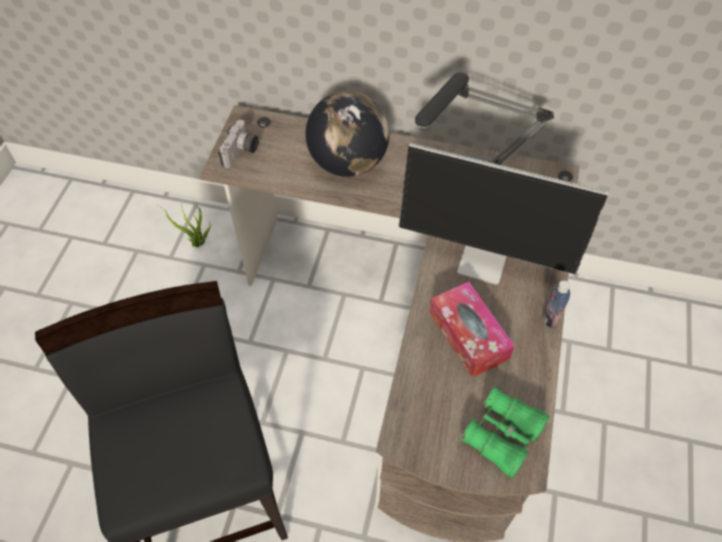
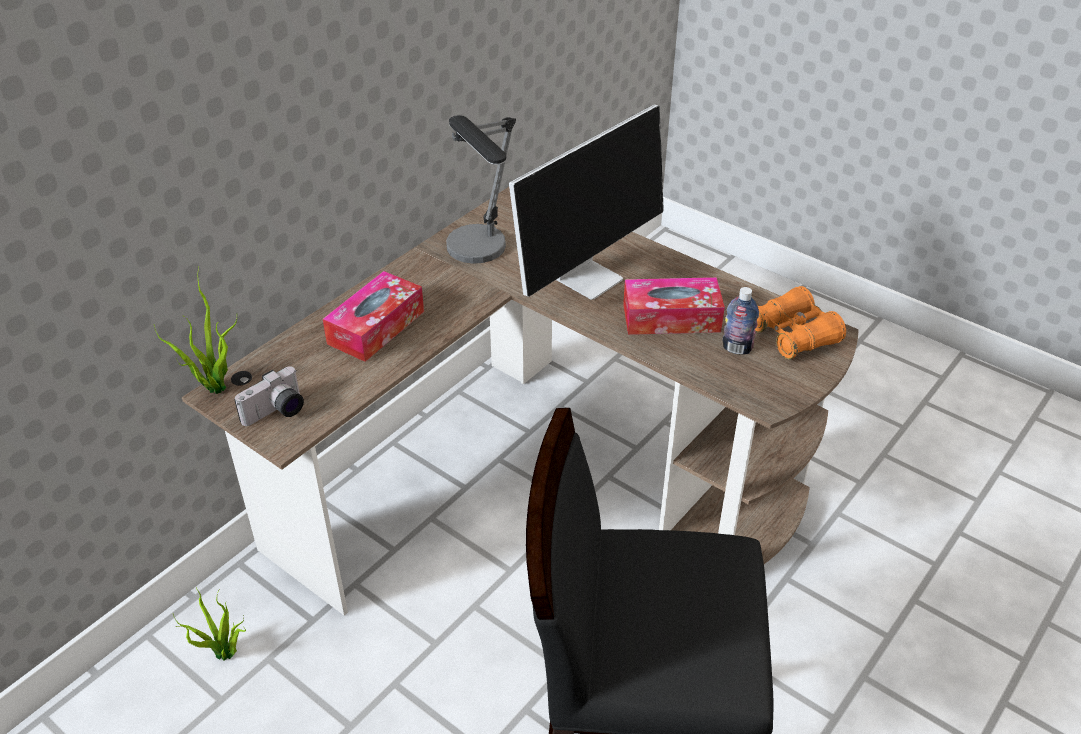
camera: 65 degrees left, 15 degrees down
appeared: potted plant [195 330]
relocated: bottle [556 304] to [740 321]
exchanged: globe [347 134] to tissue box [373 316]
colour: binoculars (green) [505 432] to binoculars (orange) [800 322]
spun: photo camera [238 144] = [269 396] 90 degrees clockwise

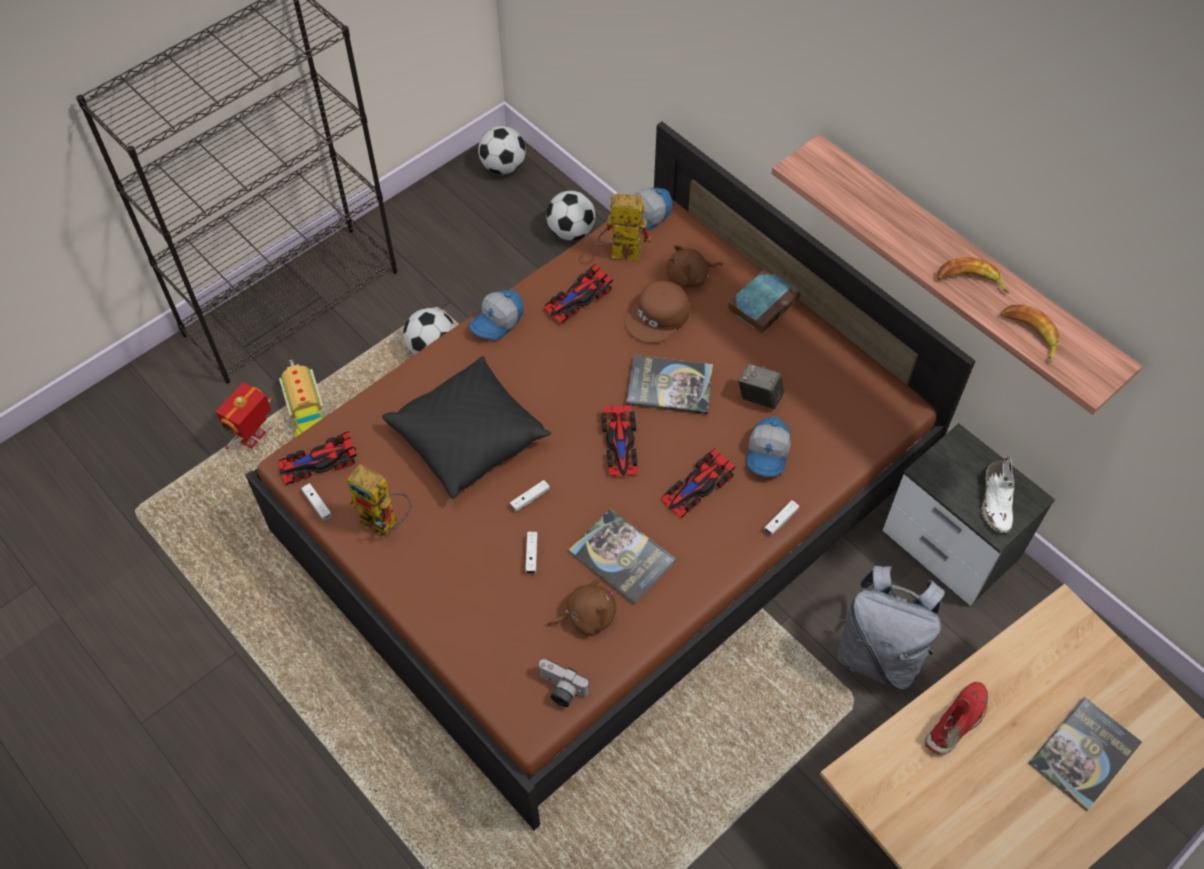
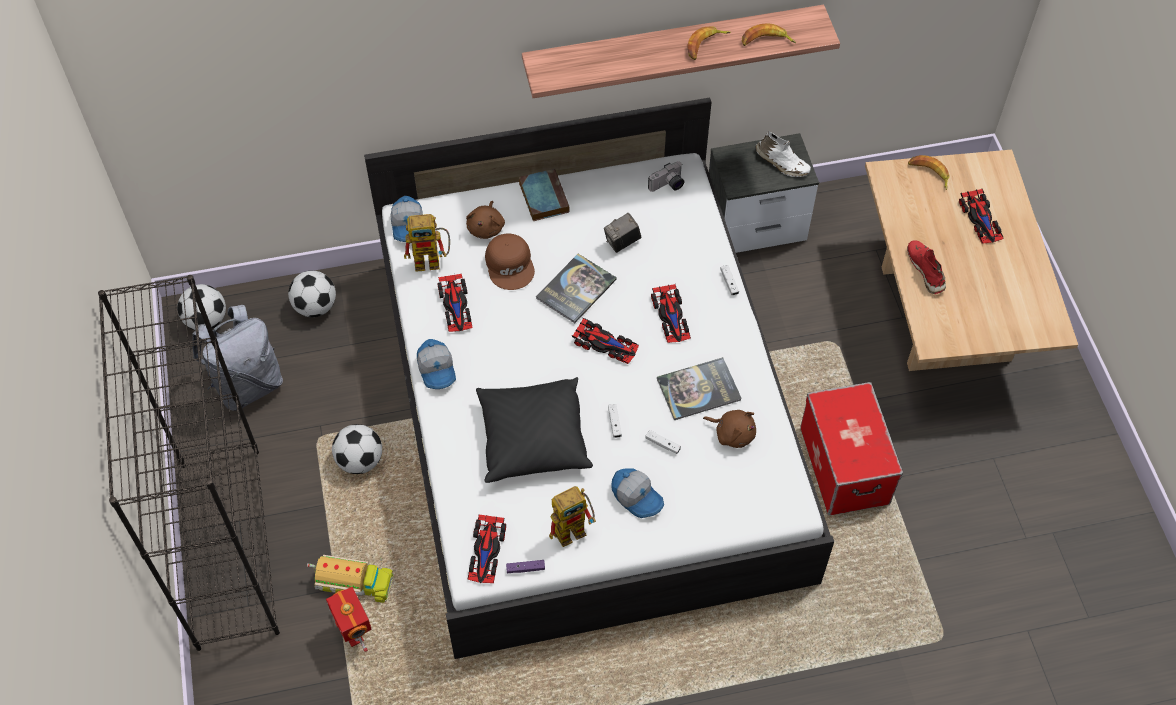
camera: 60 degrees left, 0 degrees up
appeared: storage box [851 449]; banana [929 172]
relocated: photo camera [564 683] to [666 176]; cap [768 447] to [637 493]; backpack (grey) [891 627] to [237 358]
exchanged: book [1085 754] to toy car [981 216]
colour: bed (brown) [610 475] to bed (white) [599 378]; game controller (white) [316 502] to game controller (purple) [525 567]
spun: plush toy (brown) [582 607] = [729 429] 105 degrees clockwise; toy robot [623 227] = [427 243] 135 degrees counterclockwise

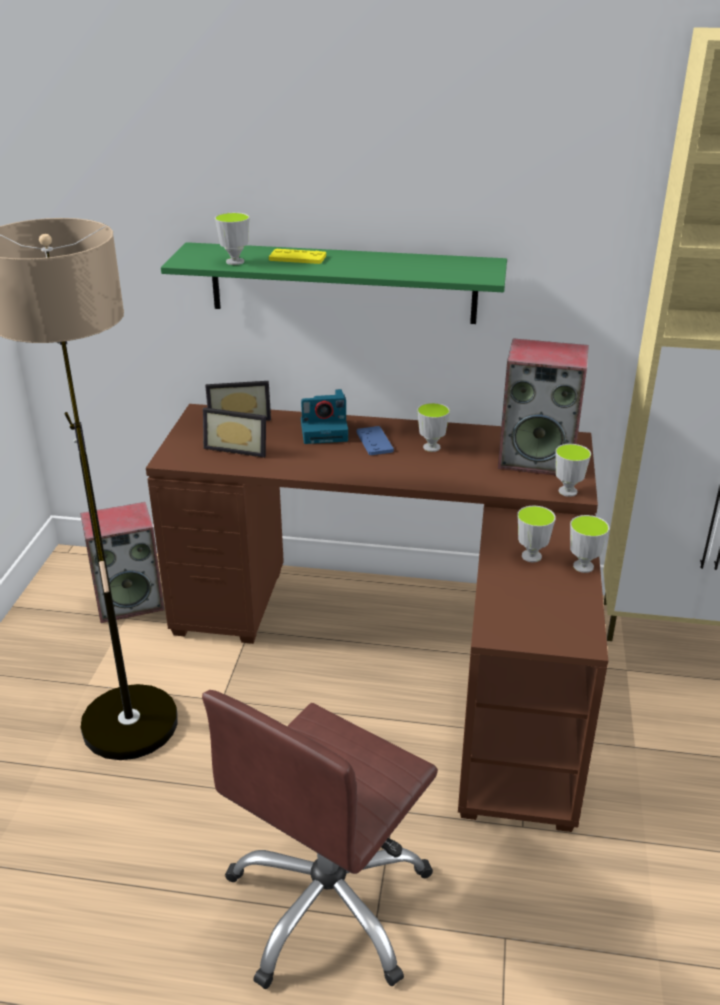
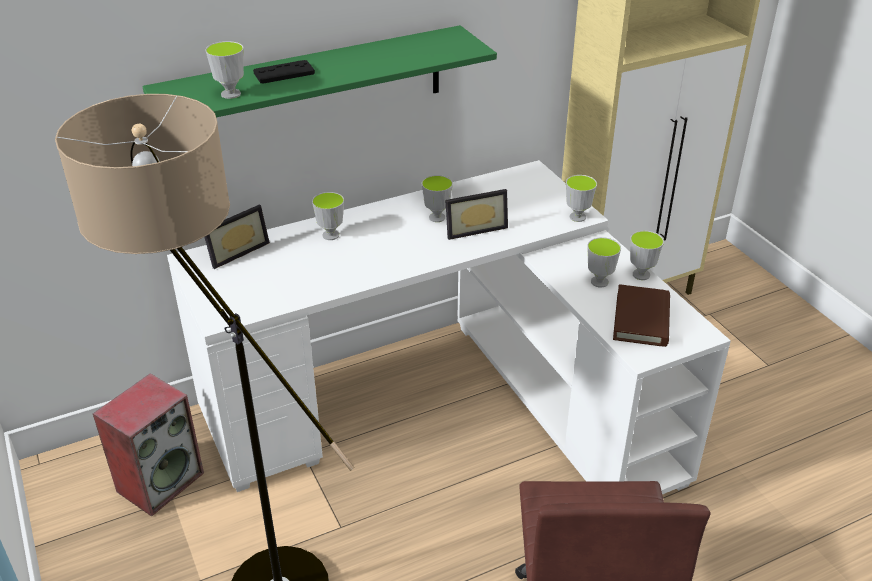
camera: 35 degrees left, 5 degrees up
missing: game controller (blue) [375 440]; speaker [543 406]
appeared: book (brown) [641 315]
relocated: picture frame [234 432] to [476 214]
exchanged: photo camera [324 416] to cup [328 216]
colour: desk (brown) [377 618] to desk (white) [449 327]; game controller (yellow) [297 256] to game controller (black) [284 72]

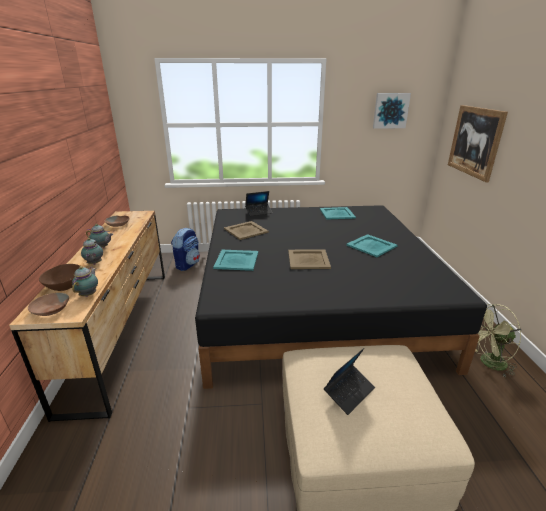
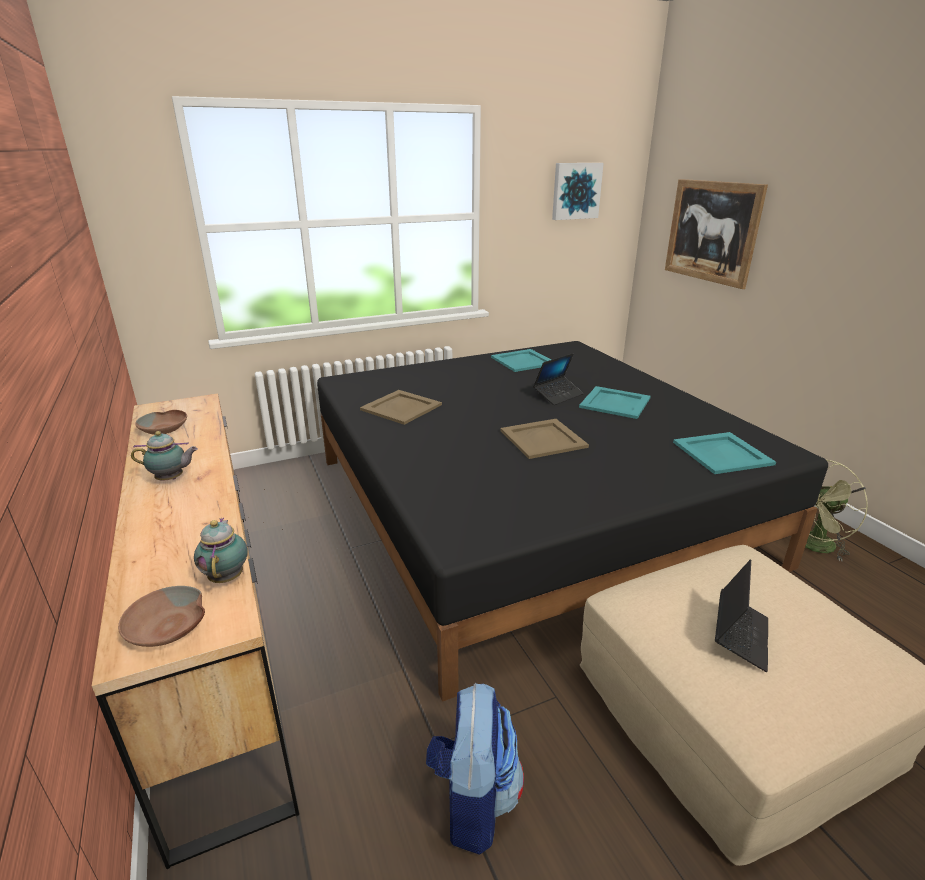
camera: 20 degrees left, 0 degrees up
missing: bowl (brown) [59 277]; teapot [92 251]
relocated: backpack [185 249] to [475 769]; tray (turquoise) [235 260] to [724 453]; laptop [258 203] to [558 379]

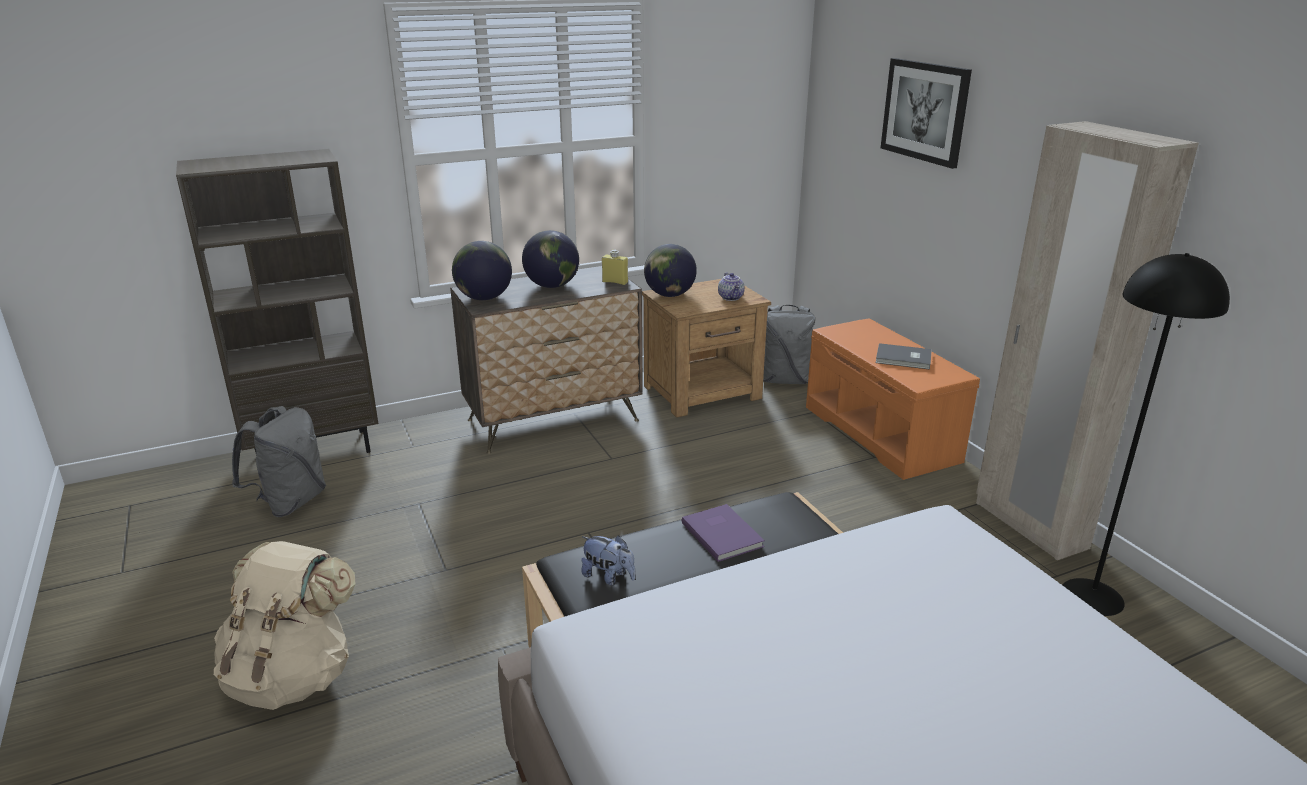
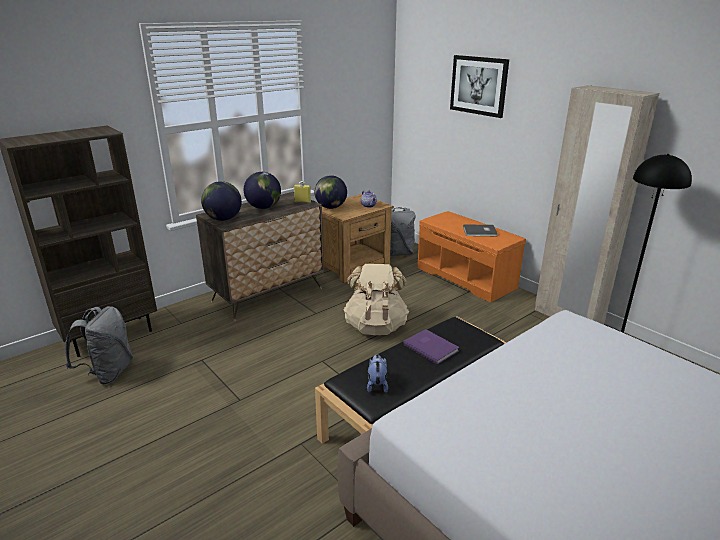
camera: 15 degrees left, 0 degrees up
relocated: backpack (beige) [285 625] to [376 299]
spun: plush toy [608 560] = [377 373] 105 degrees counterclockwise

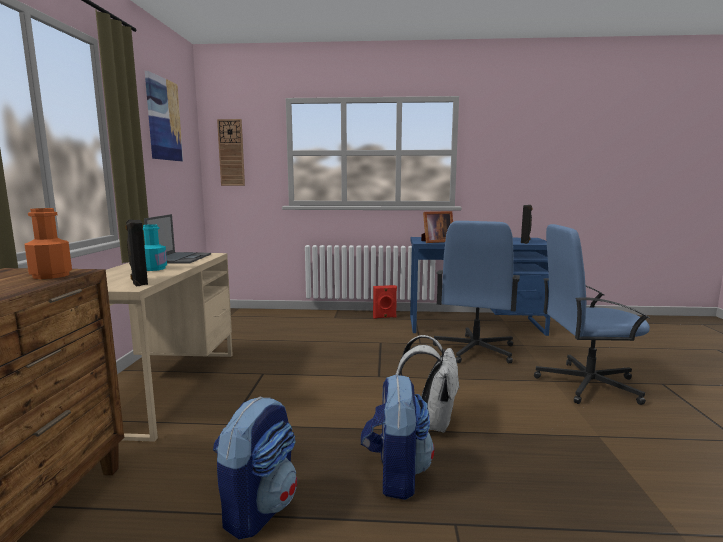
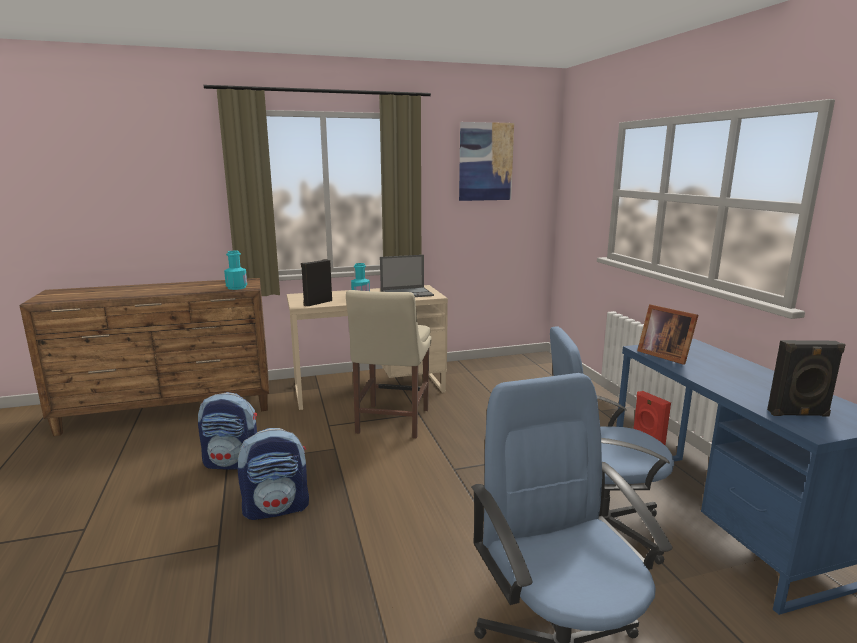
camera: 70 degrees right, 5 degrees up
missing: wall clock [231 152]; backpack (white) [428 384]
appeared: chair (beige) [389 364]
colour: bottle (orange) [48 243] to bottle (turquoise) [235 270]

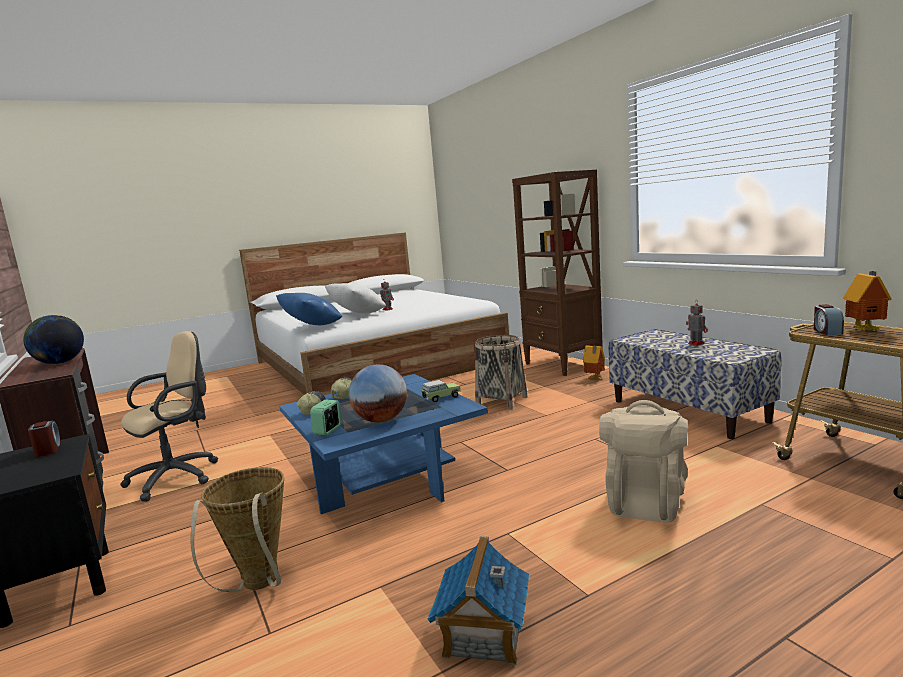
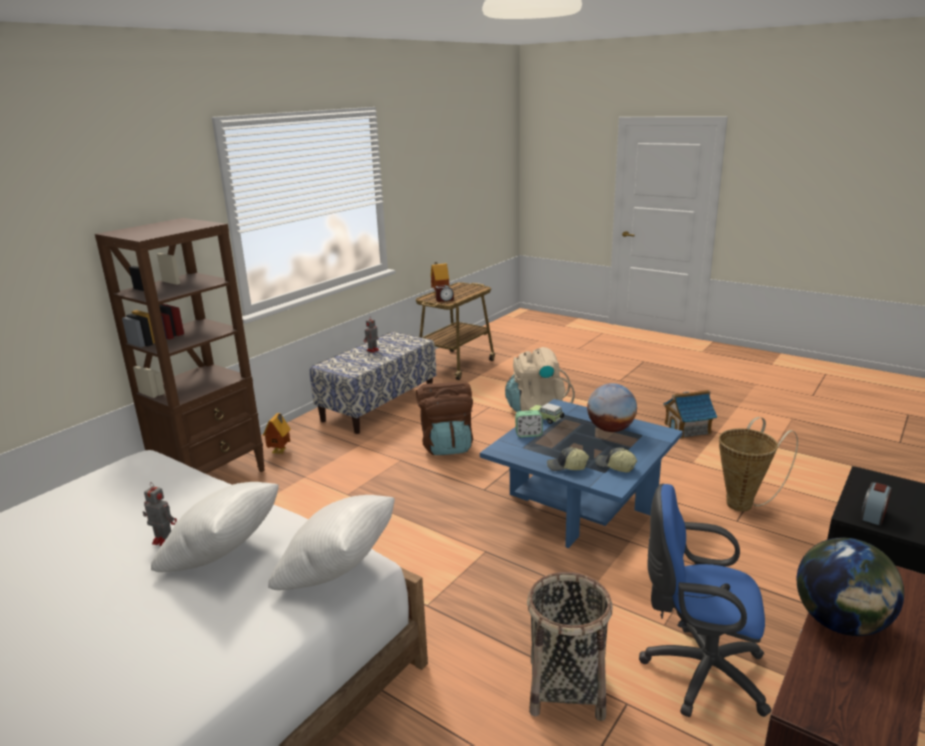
camera: 115 degrees left, 10 degrees up
appeared: backpack (brown) [444 418]
relocated: alarm clock [326 418] to [529 423]; basket [501 372] to [570 646]
colour: office chair (beige) [169 416] to office chair (blue) [705 600]; pillow (blue) [309 309] to pillow (white) [331 542]

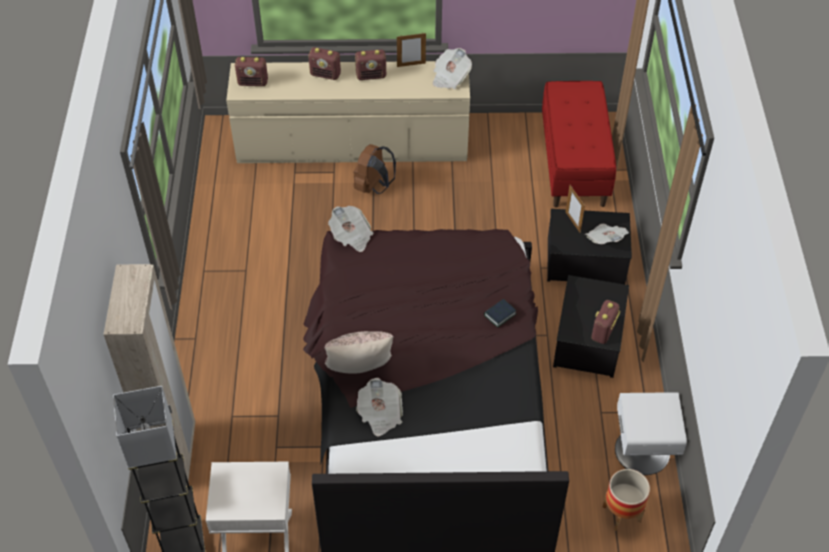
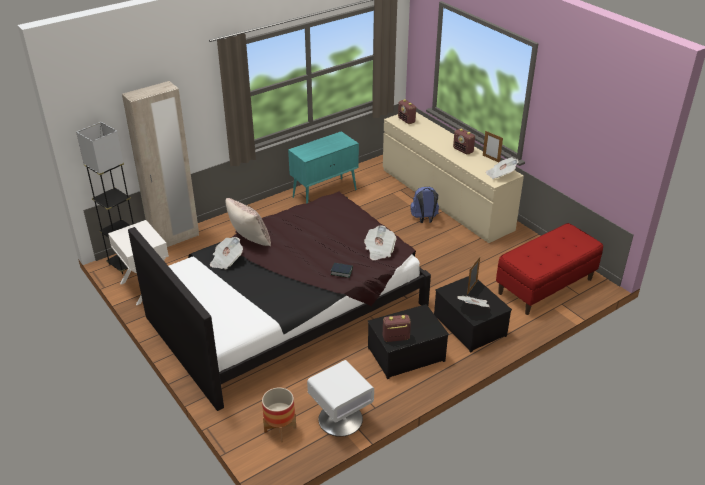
camera: 55 degrees right, 15 degrees down
missing: radio [324 63]
appeared: cabinet (turquoise) [323 167]
relocated: newspaper [350 229] to [380 242]
colour: backpack (brown) [374 169] to backpack (blue) [424 205]

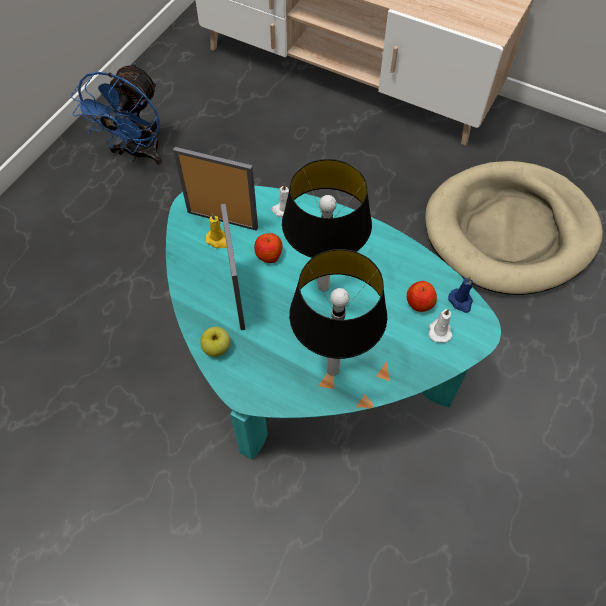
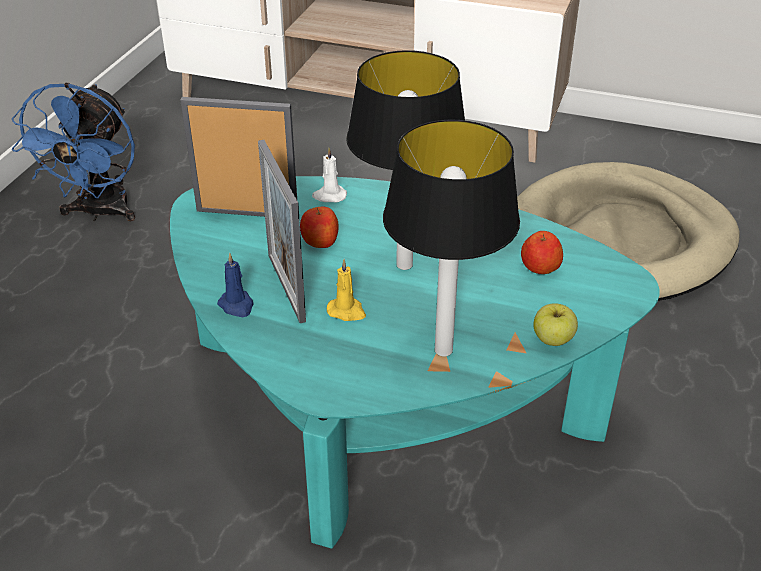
camera: 10 degrees left, 20 degrees down
missing: candle (white) [440 326]
relocated: apple [215 342] to [555 324]; candle (yellow) [216 230] to [346 290]; candle (blue) [460 294] to [235 285]

